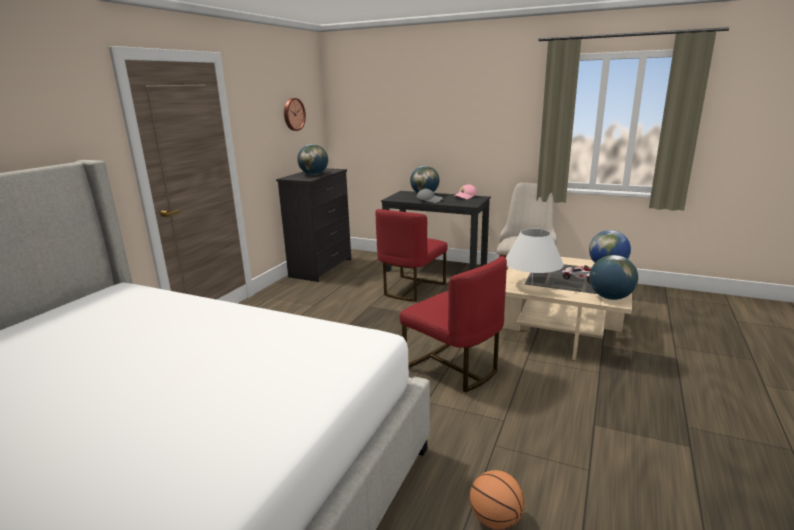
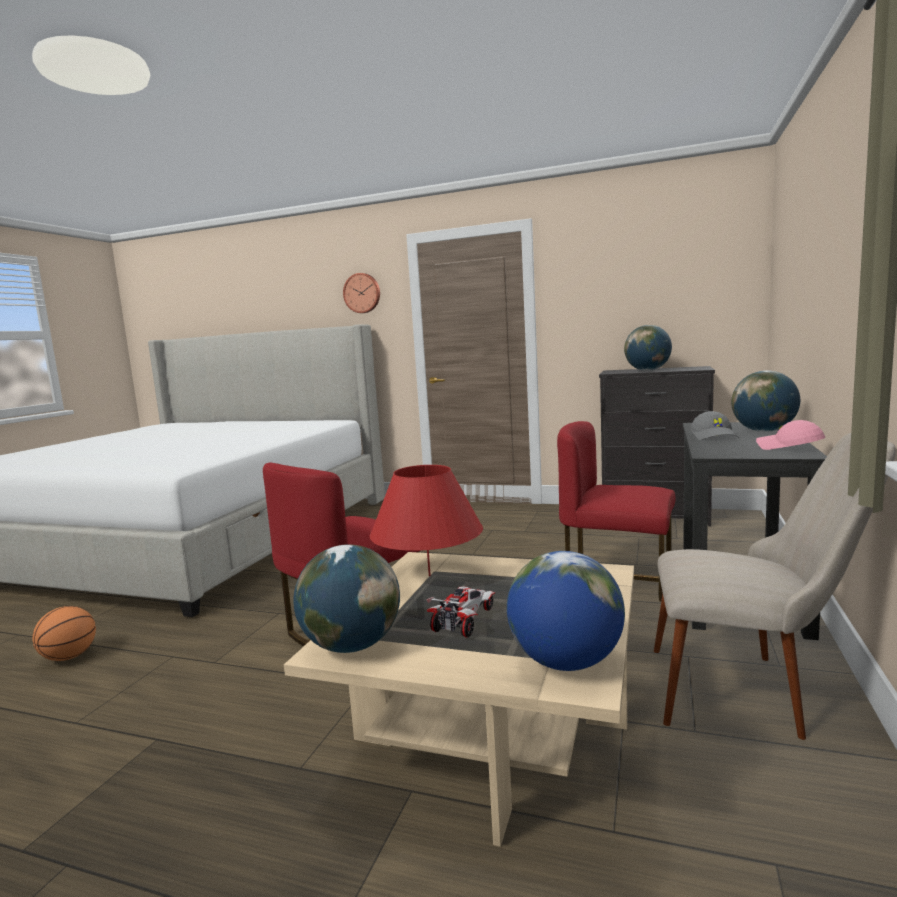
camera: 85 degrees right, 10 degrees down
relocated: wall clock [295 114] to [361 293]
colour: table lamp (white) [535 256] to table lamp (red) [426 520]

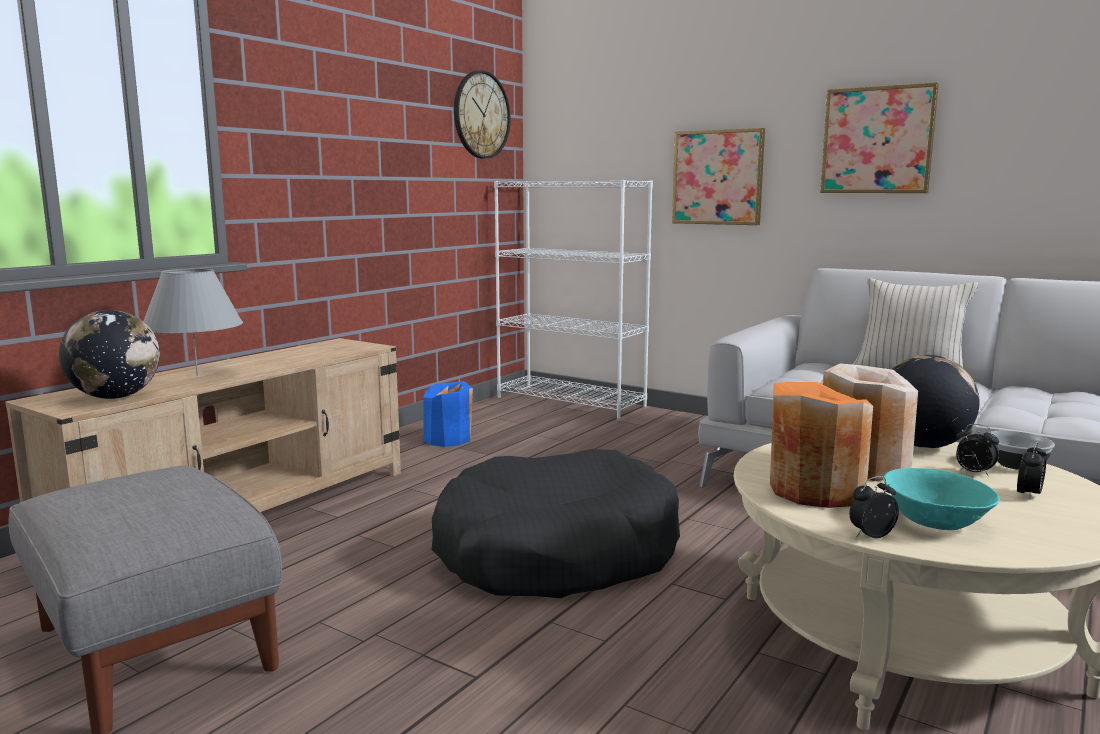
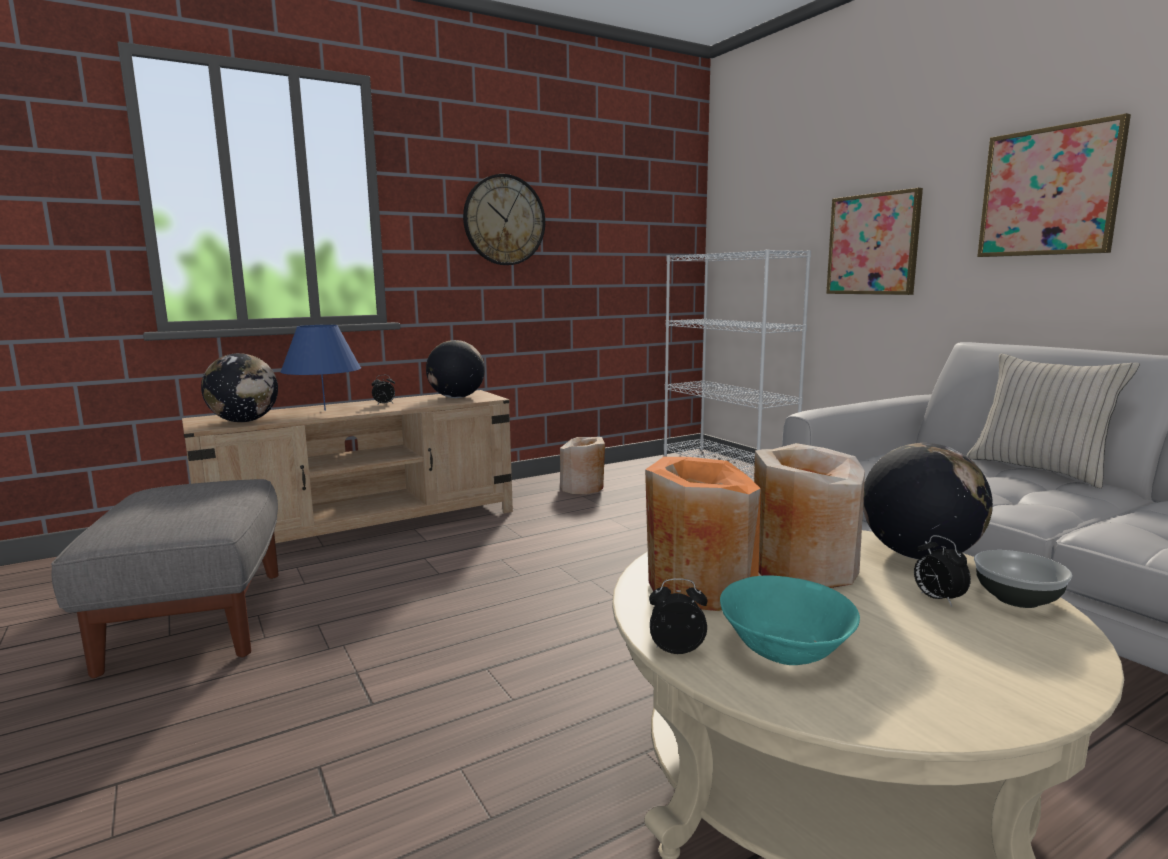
camera: 25 degrees right, 0 degrees up
missing: dog bed (black) [555 523]
appeared: globe [455 369]
relocated: wall clock [482 114] to [504 219]; alarm clock [1032 471] to [383 389]
colour: table lamp (grey) [193 322] to table lamp (blue) [320 368]; vase (blue) [448 414] to vase (beige) [582 465]

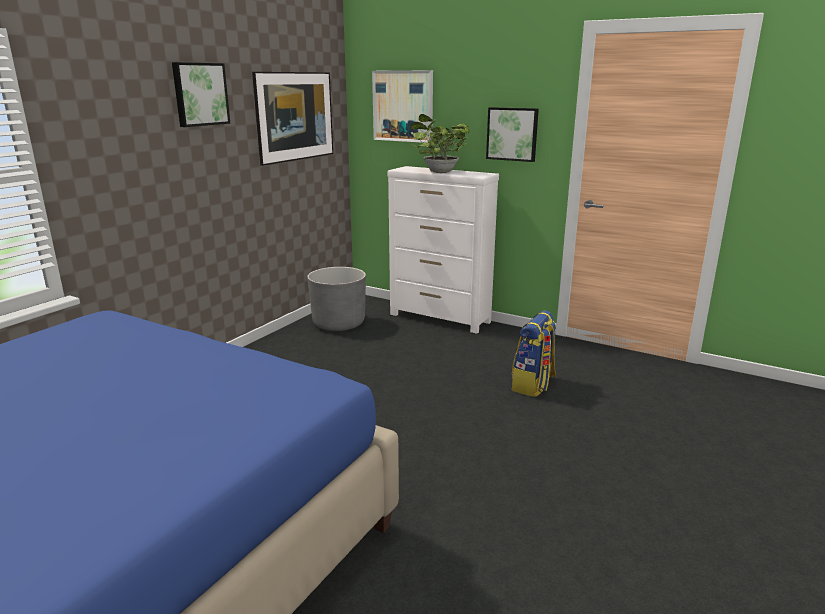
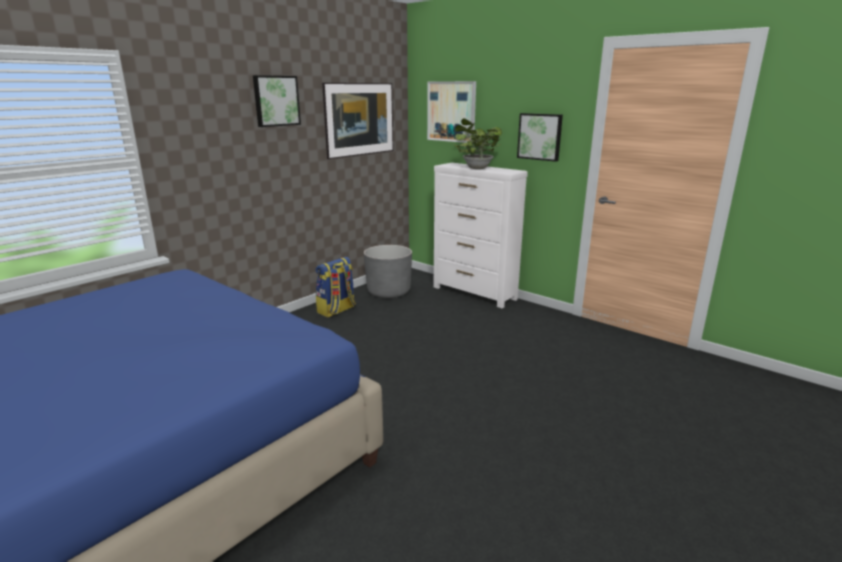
camera: 10 degrees right, 0 degrees up
relocated: backpack [534 354] to [336 287]

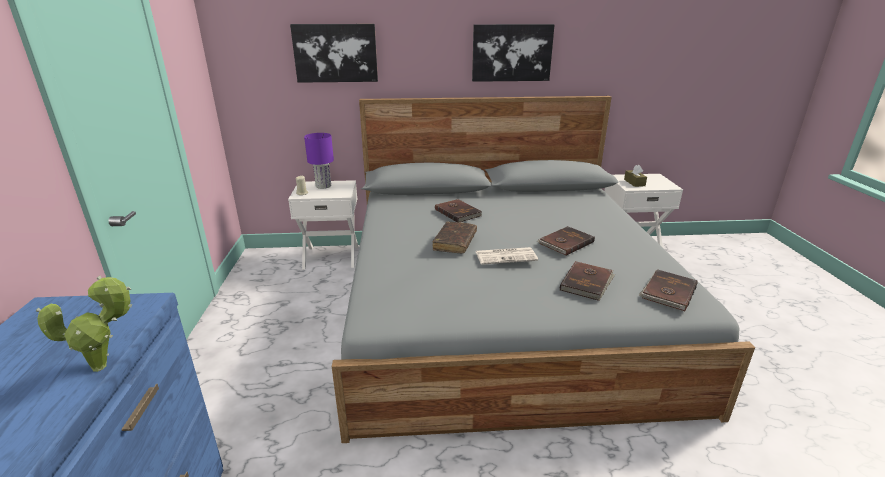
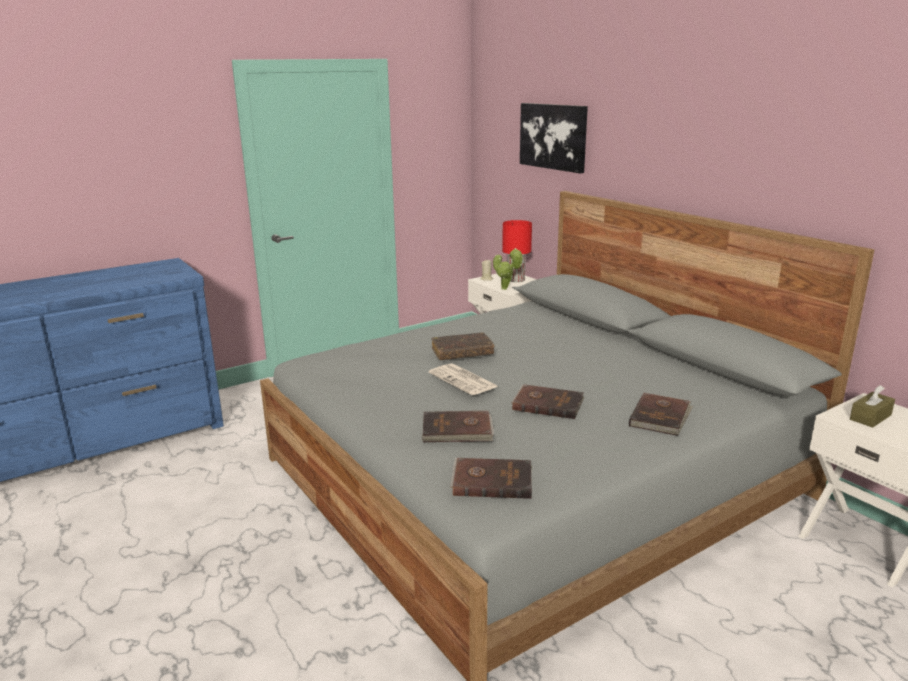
camera: 60 degrees right, 5 degrees down
missing: picture [513 53]
relocated: potted plant [84 324] to [508 269]; book (brown) [458 210] to [661 414]
colour: table lamp (purple) [319 161] to table lamp (red) [517 251]

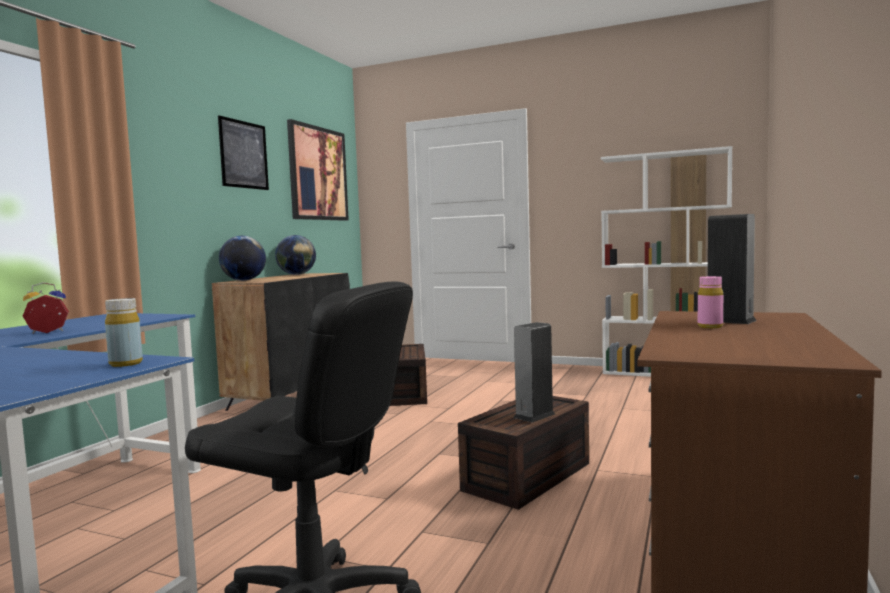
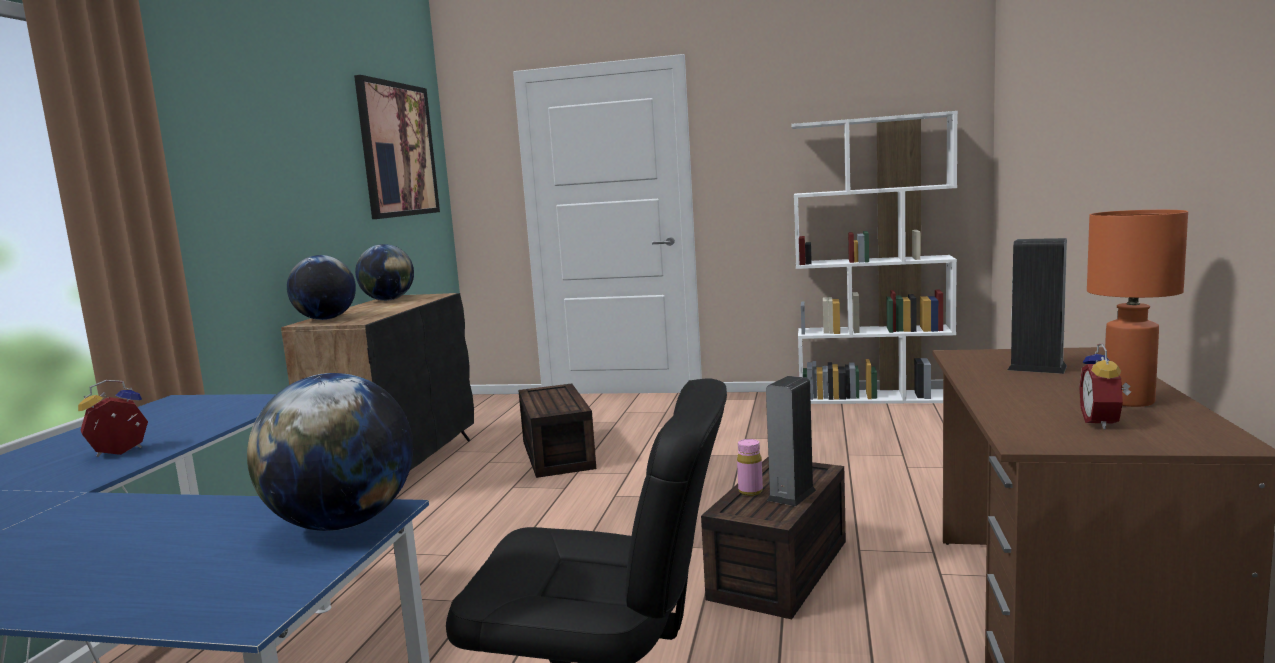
camera: 10 degrees left, 5 degrees up
missing: picture [243 153]
appeared: alarm clock [1105 386]; table lamp (orange) [1137 308]
relocated: bottle (pink) [710 302] to [750 467]
exchanged: bottle (yellow) [124 332] to globe [330 452]

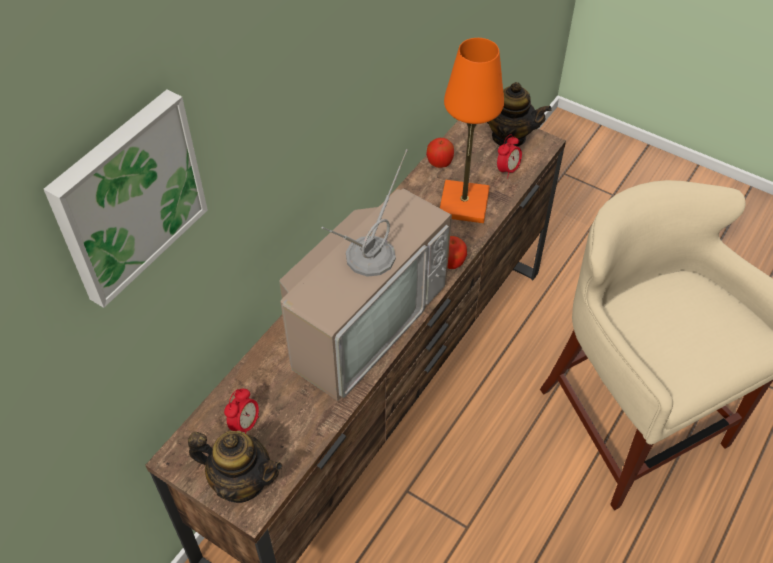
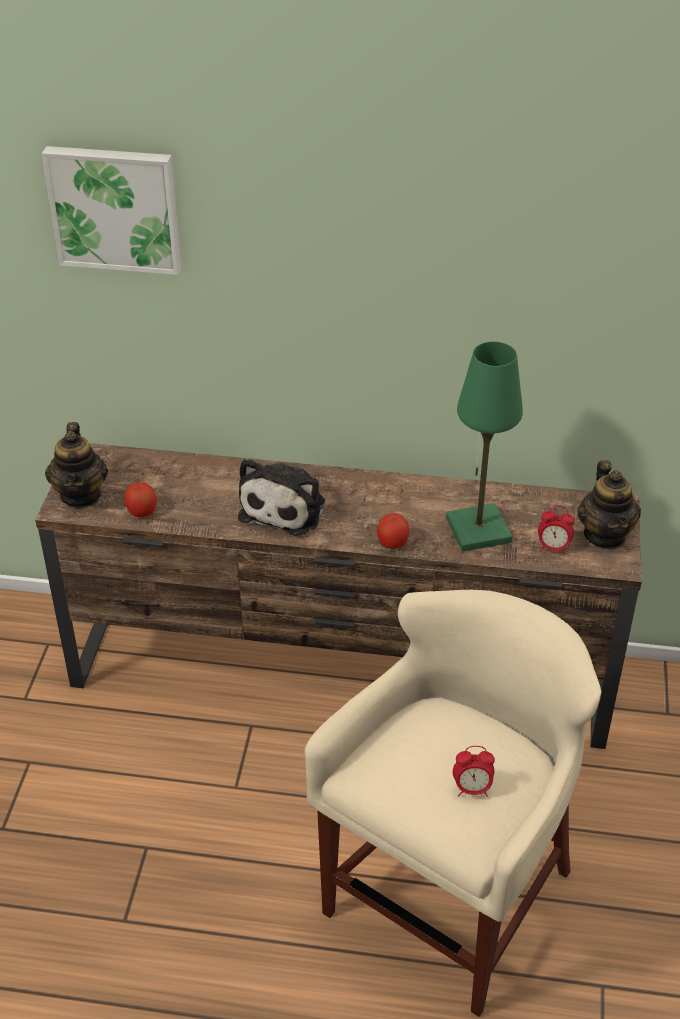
camera: 65 degrees right, 10 degrees down
relocated: alarm clock [241 411] to [474 771]; apple [440 153] to [141 499]
exchanged: television [365 275] to plush toy [281 497]
colour: table lamp (orange) [472 130] to table lamp (green) [484 446]

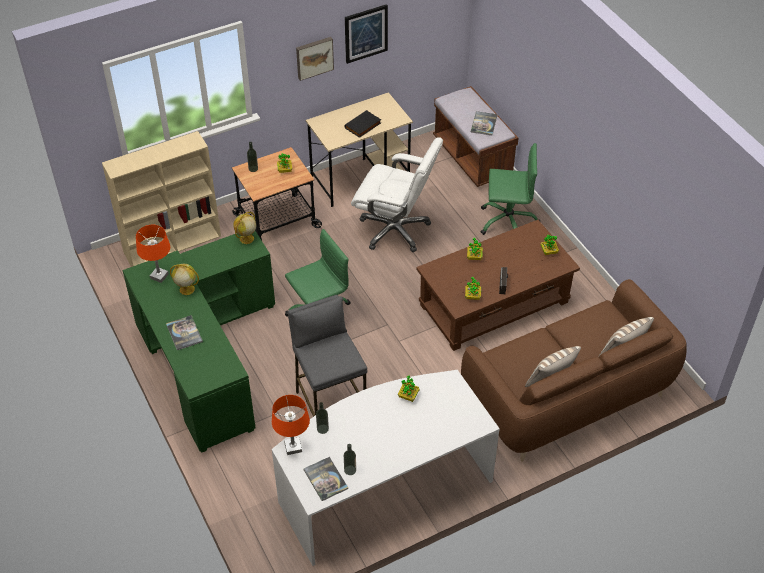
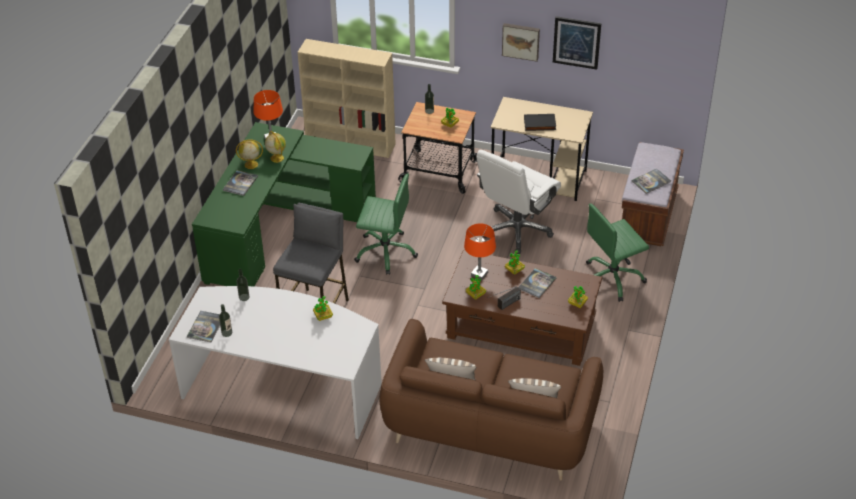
camera: 45 degrees right, 5 degrees down
appeared: book [537 283]
relocated: globe [244 228] to [249 154]; table lamp (orange) [291 425] to [480 251]
spun: office chair (white) [397 194] = [518 202] 60 degrees clockwise; office chair (green) [510 189] = [617 252] 105 degrees clockwise

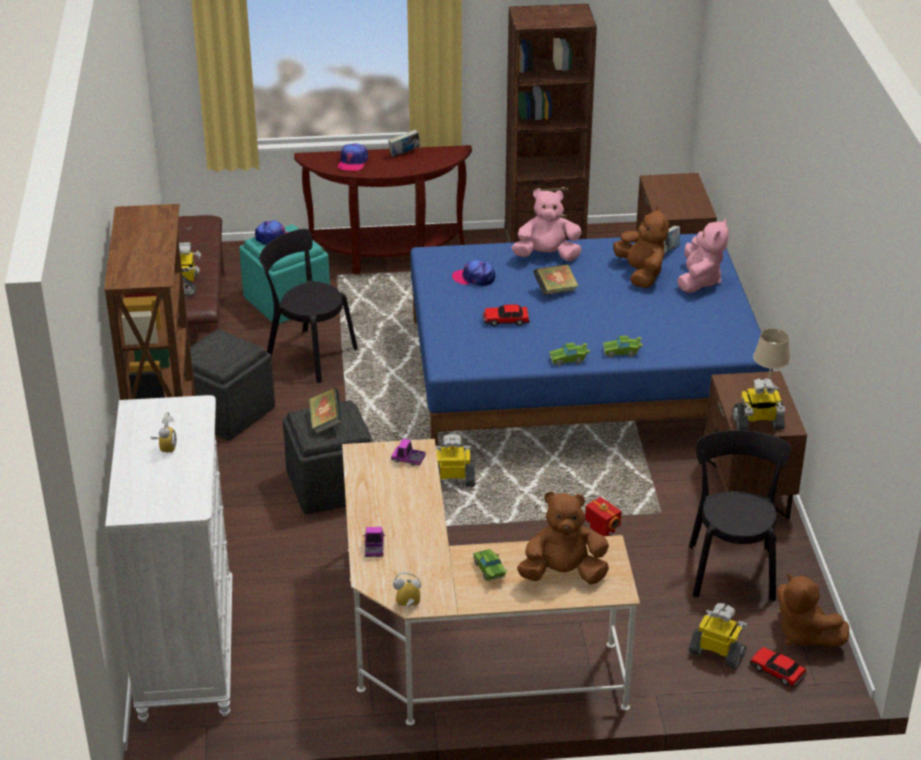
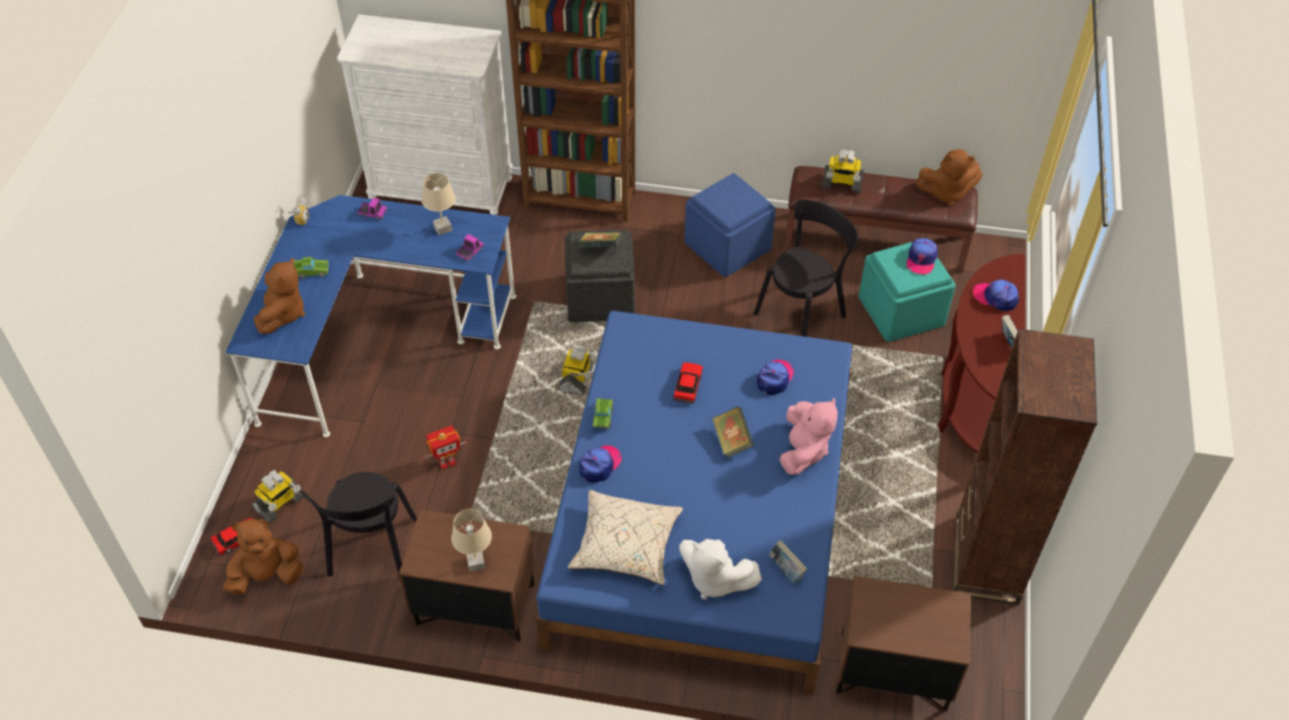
camera: 105 degrees right, 15 degrees up
missing: alarm clock [163 432]; toy robot [759 404]
appeared: table lamp (beige) [439 204]; pillow (beige) [625 537]
relocated: plush toy (brown) [641 247] to [949 177]
exchanged: toy car (green) [623 347] to cap [600 464]
colour: ottoman (grey) [229 384] to ottoman (blue) [730 225]; desk (beige) [491 582] to desk (blue) [371 316]; plush toy (pink) [703 255] to plush toy (white) [720 569]
spun: chair (black) [740 515] = [358 525] 75 degrees clockwise

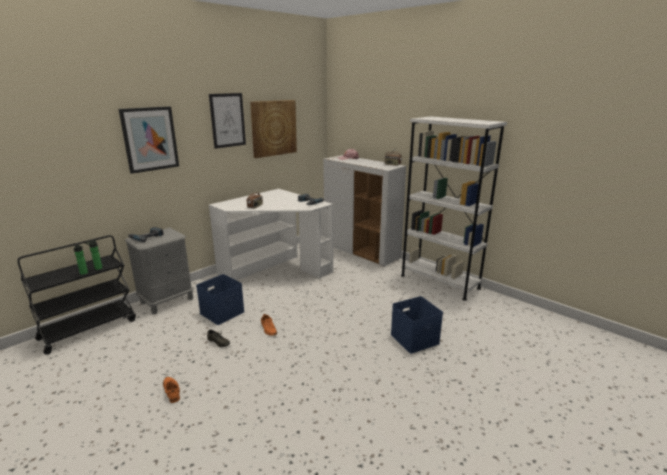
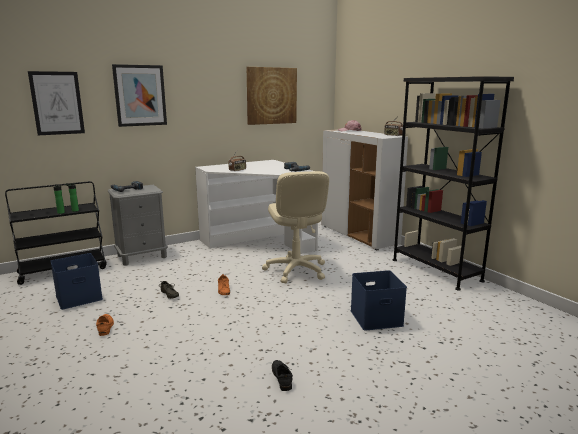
camera: 15 degrees right, 5 degrees down
appeared: office chair (beige) [295 227]; shoe (black) [282 375]
relocated: storage box (blue) [220 299] to [76 281]; picture [227 121] to [56 103]
colour: bookcase (white) [454 208] to bookcase (black) [453 183]

